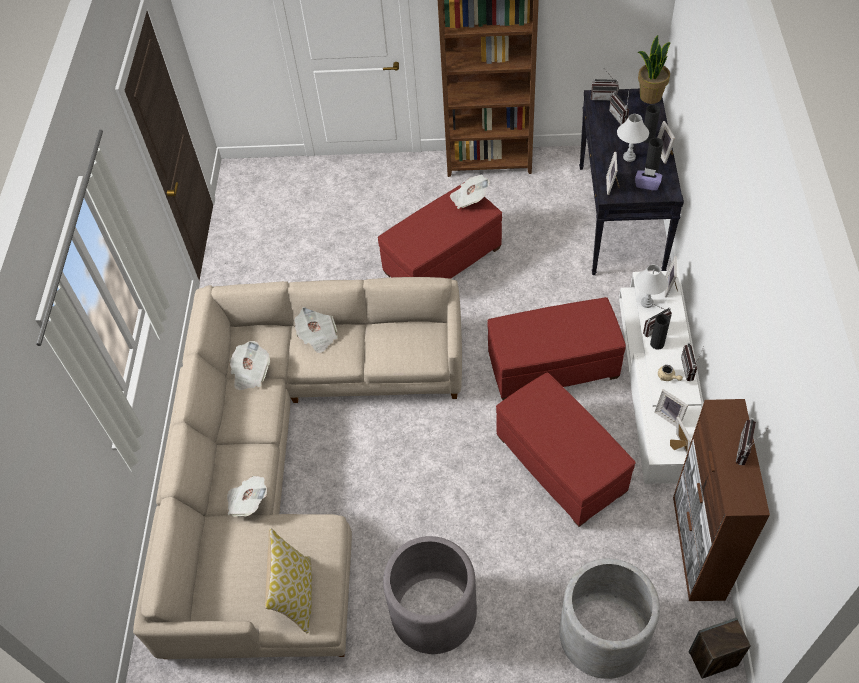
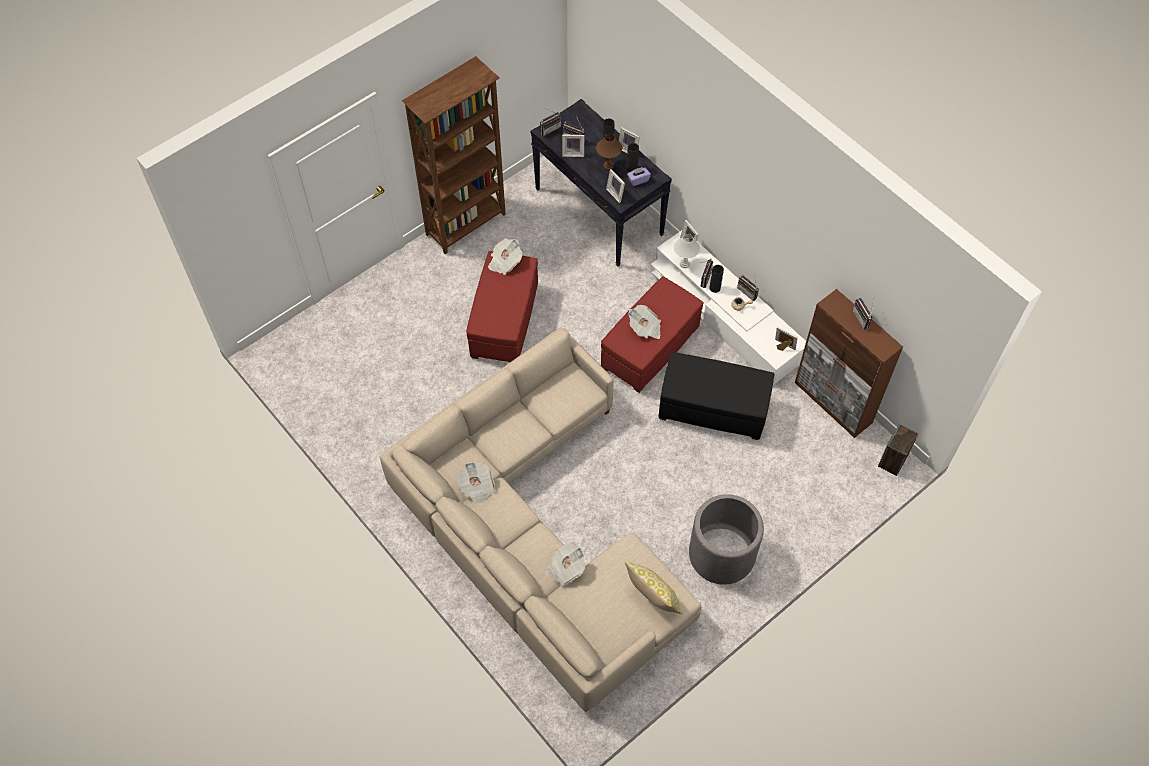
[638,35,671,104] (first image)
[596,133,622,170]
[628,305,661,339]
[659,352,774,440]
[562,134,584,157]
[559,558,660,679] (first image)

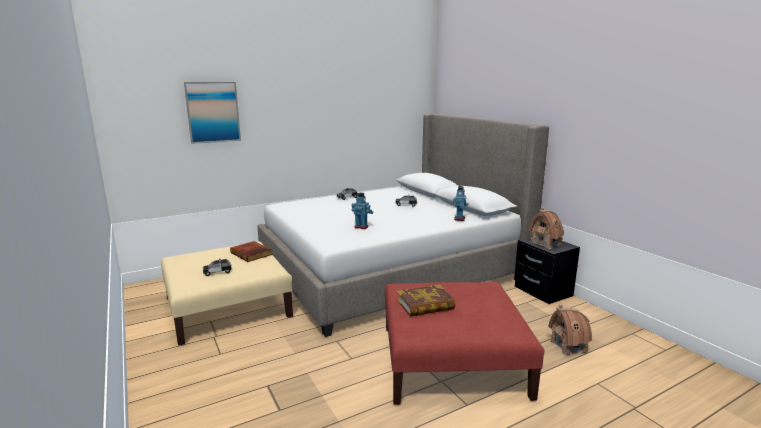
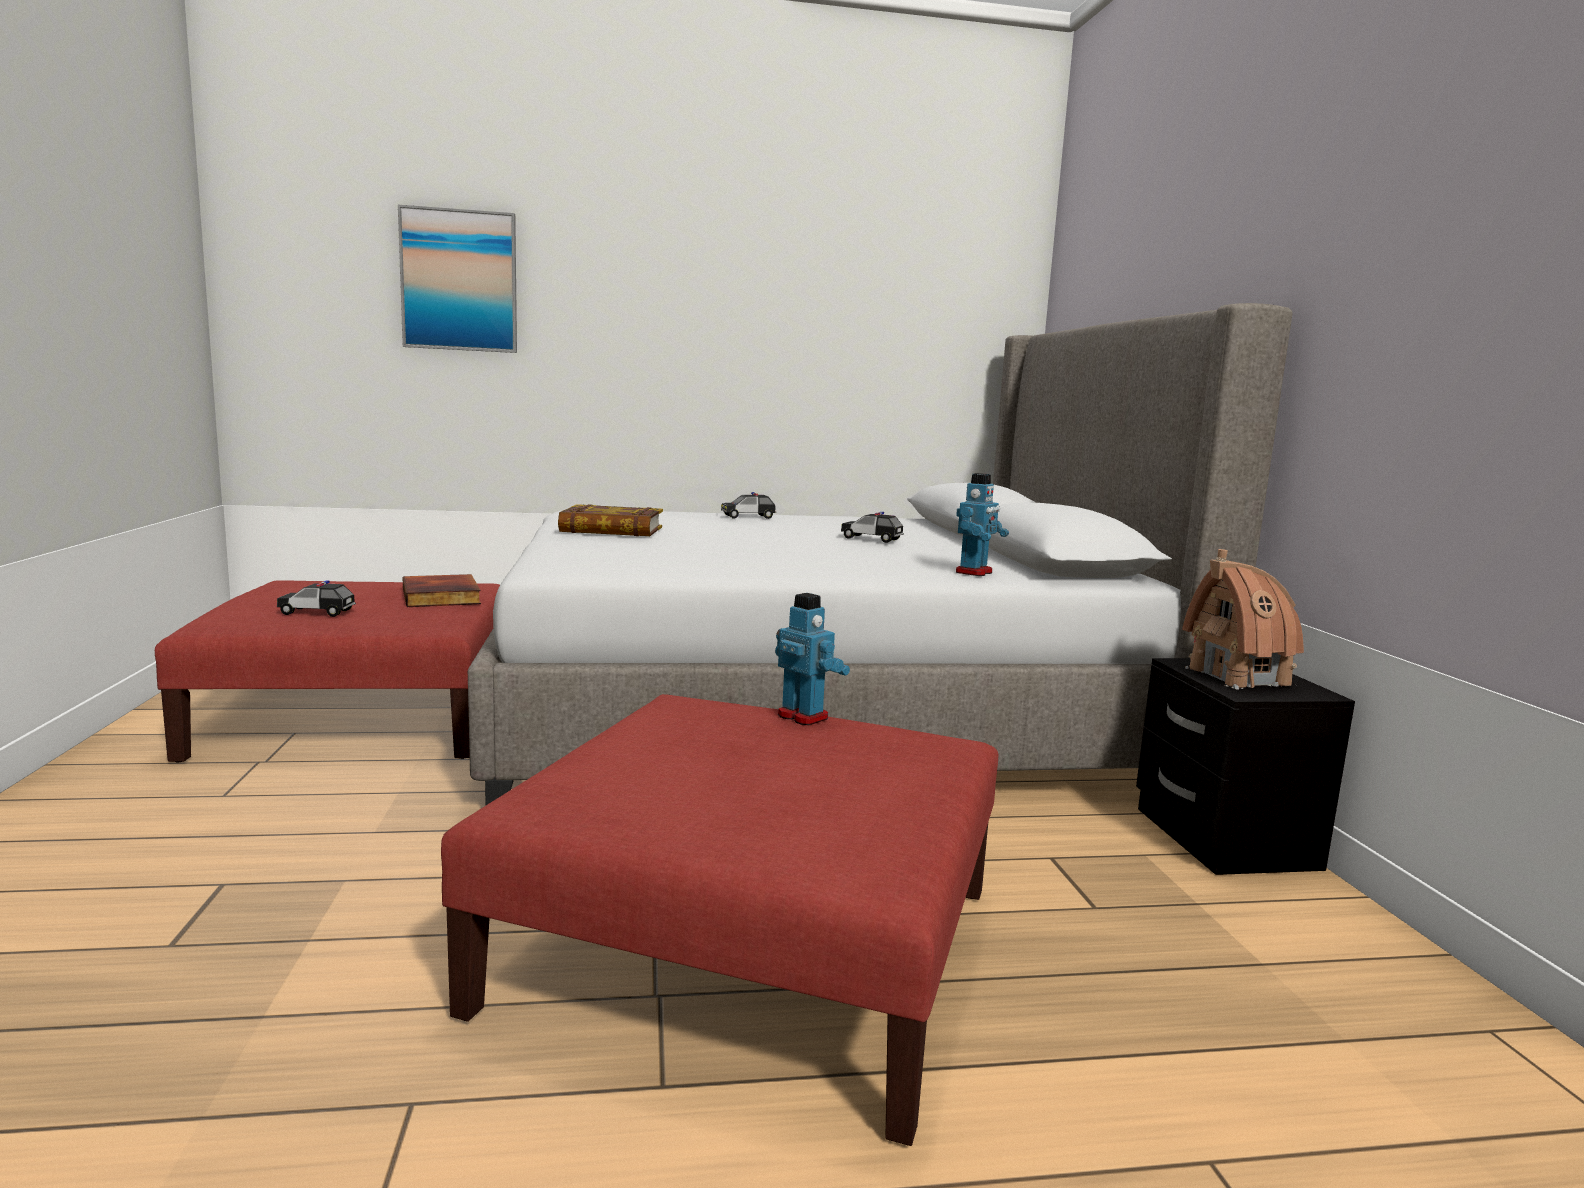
[775,593,850,725]
[155,580,500,762]
[558,504,663,536]
[548,304,592,356] (first image)

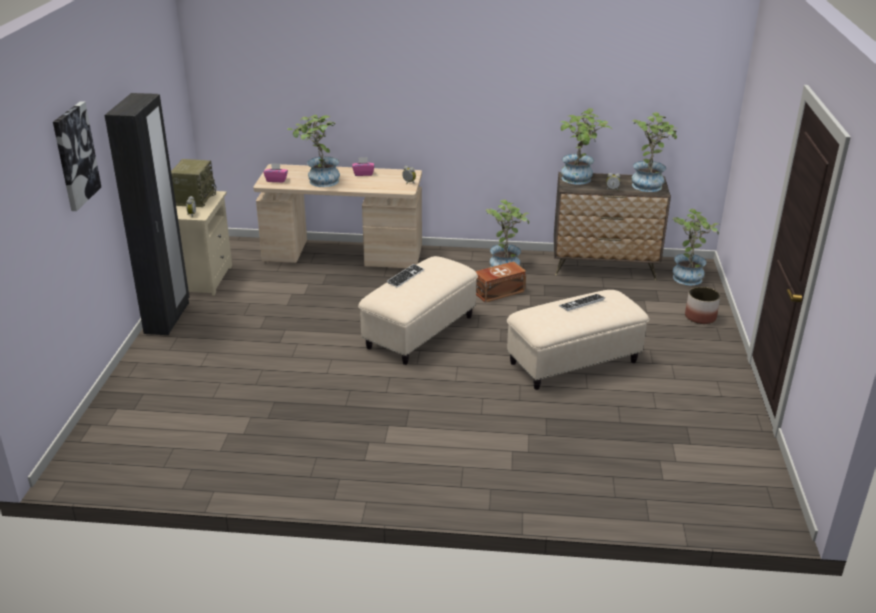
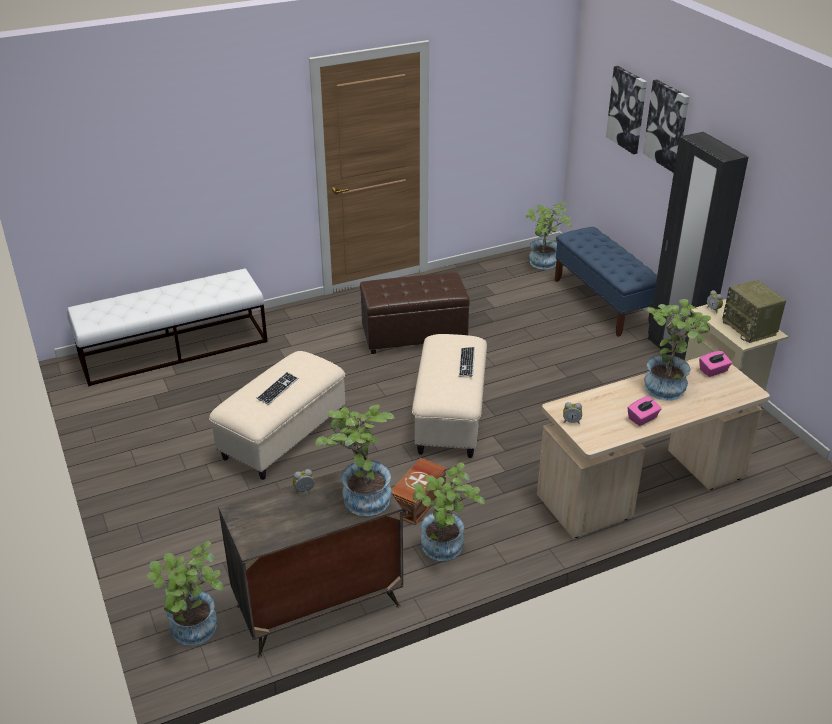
[526,202,572,269]
[685,287,720,324] (first image)
[606,66,647,154]
[555,227,657,337]
[67,269,268,387]
[360,272,470,354]

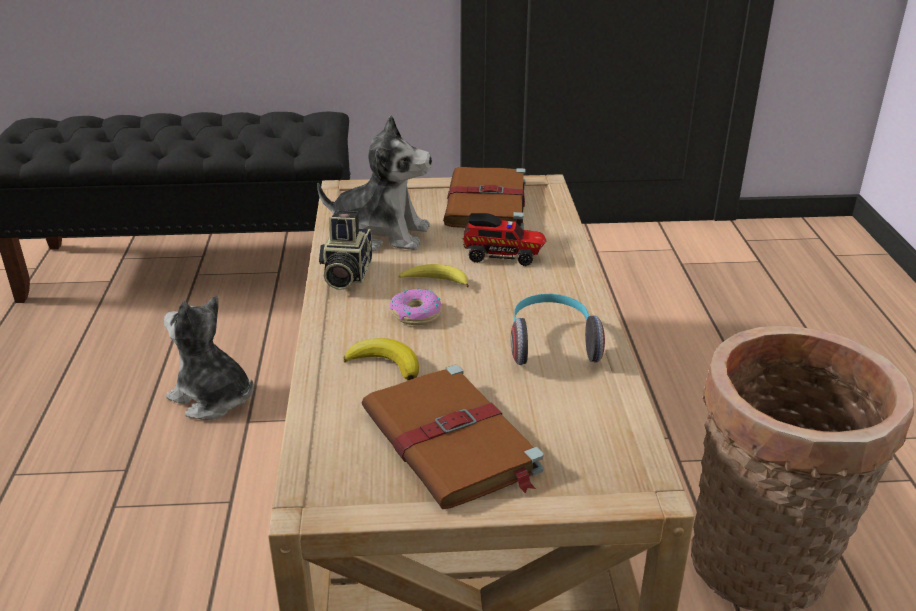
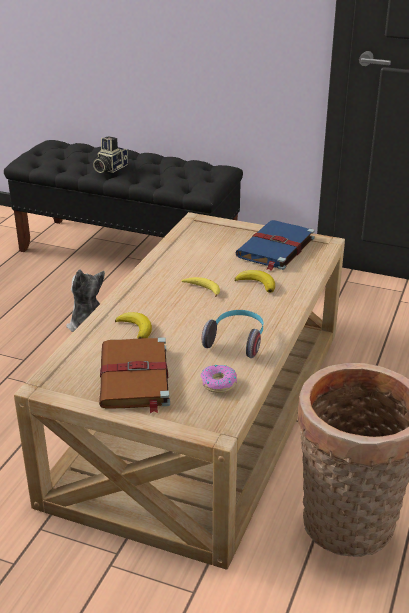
[317,115,432,252] (first image)
[236,220,315,271]
[93,136,128,173]
[235,270,275,293]
[200,365,237,393]

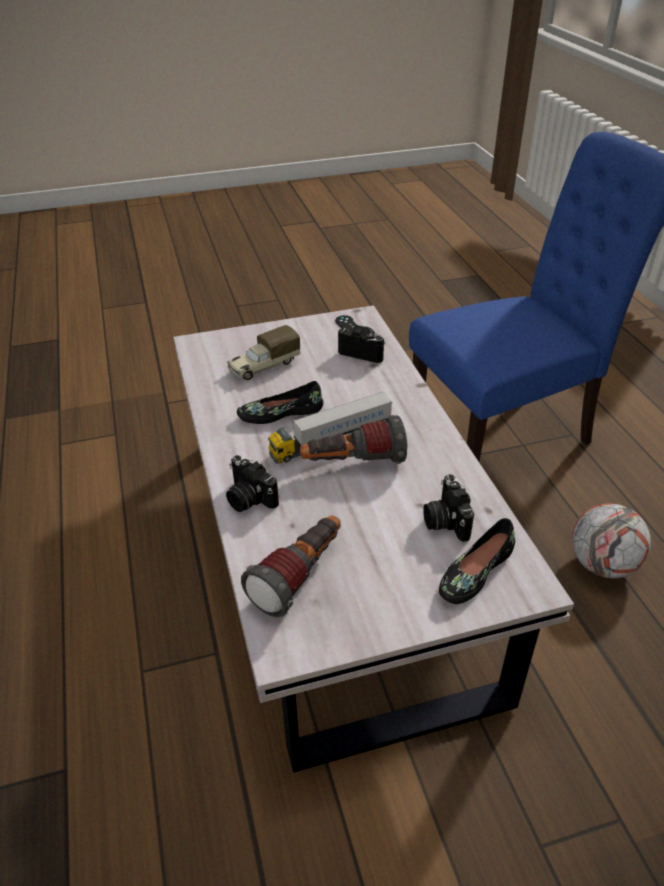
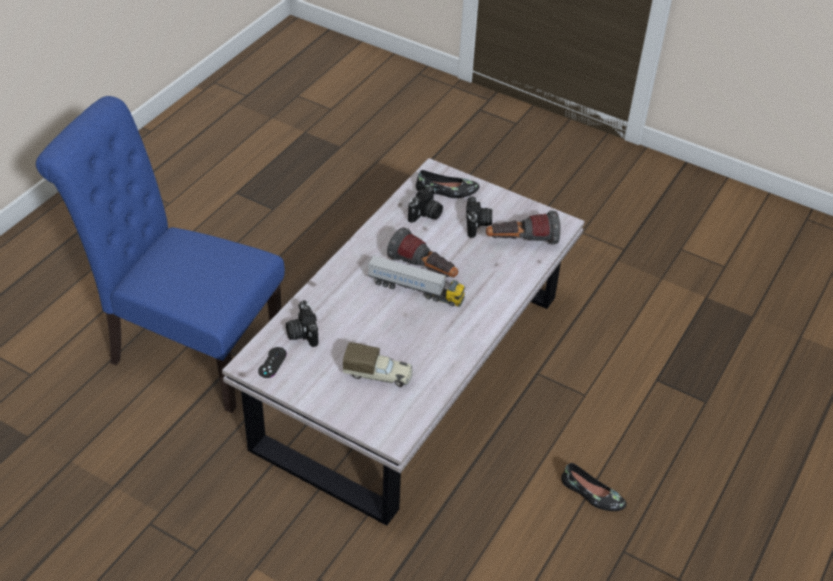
[561,463,627,511]
[466,196,492,238]
[572,504,651,578] (first image)

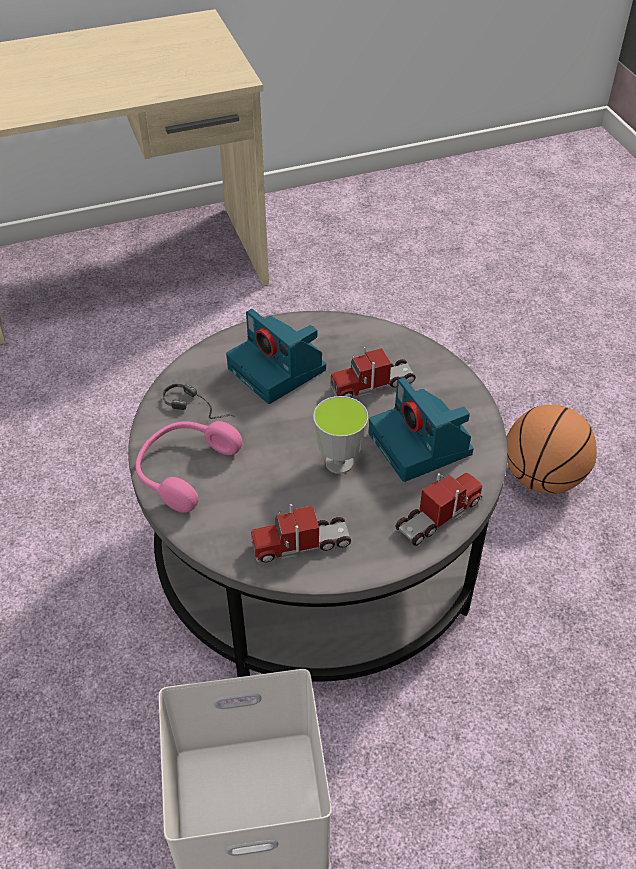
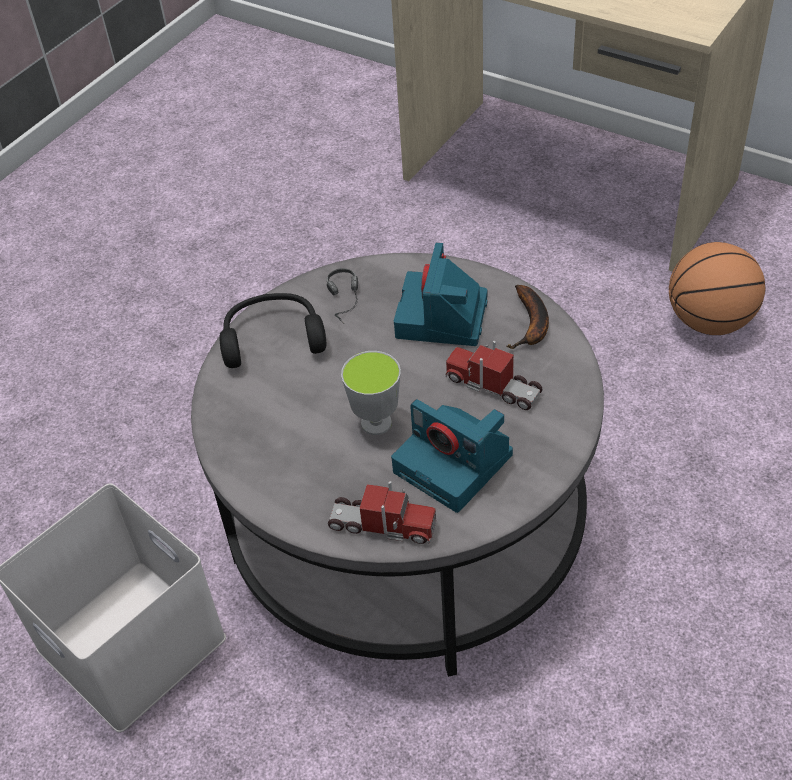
[391,399,513,513]
[669,242,766,335]
[219,293,326,368]
[251,504,351,563] (first image)
[506,285,549,349]

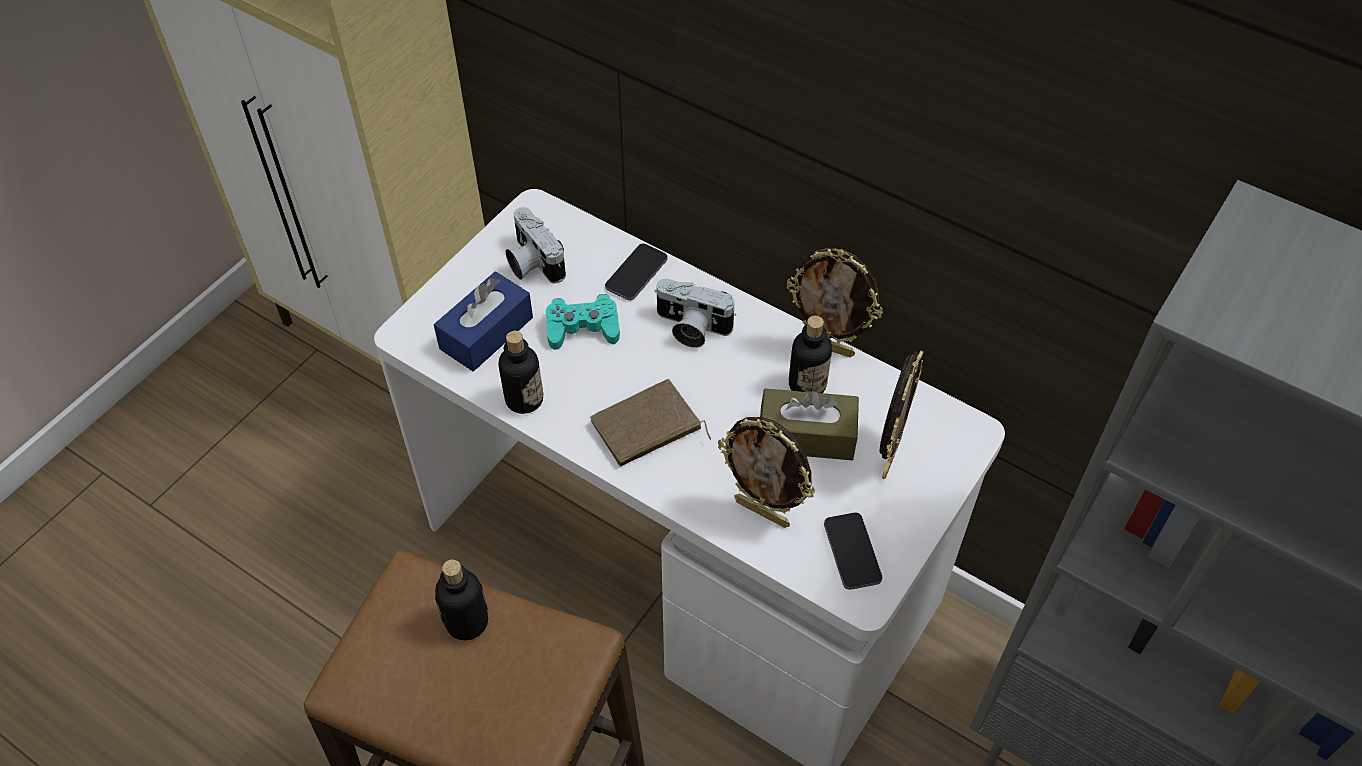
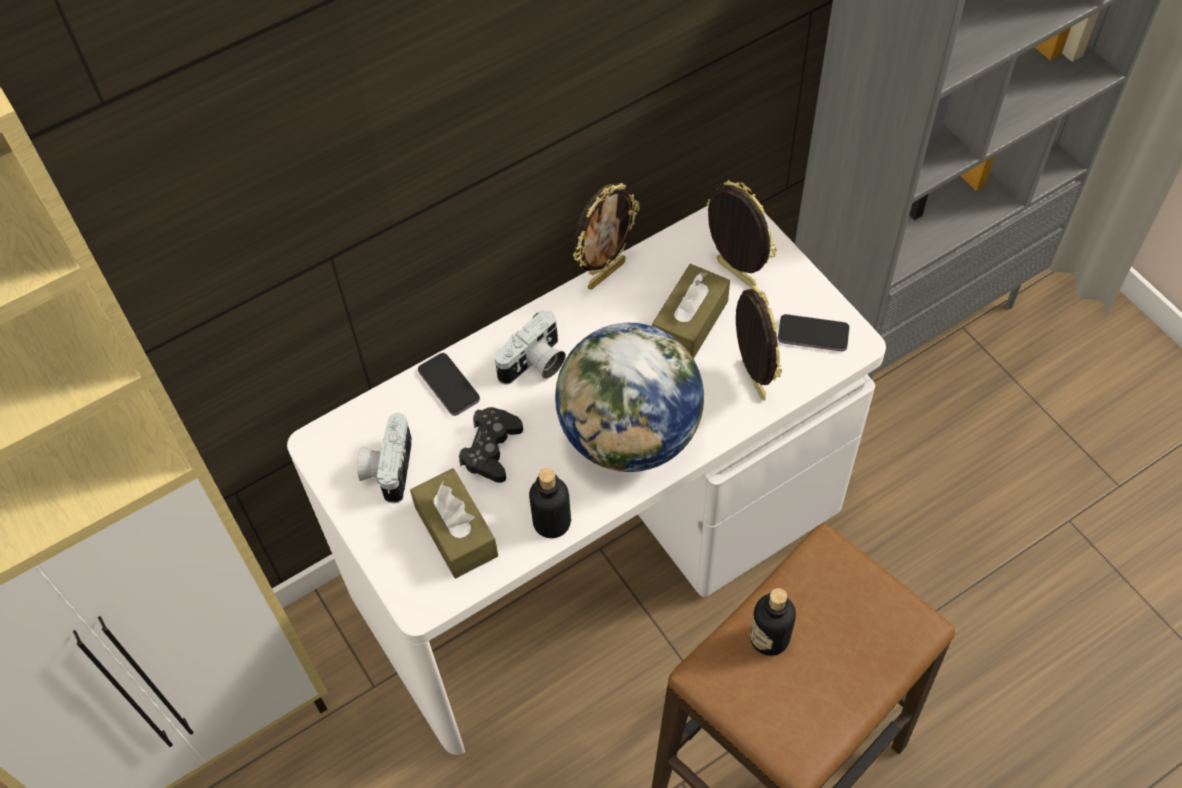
[357,413,412,504]
[410,468,498,578]
[459,407,523,483]
[789,315,832,393] (first image)
[555,323,704,472]
[736,285,782,400]

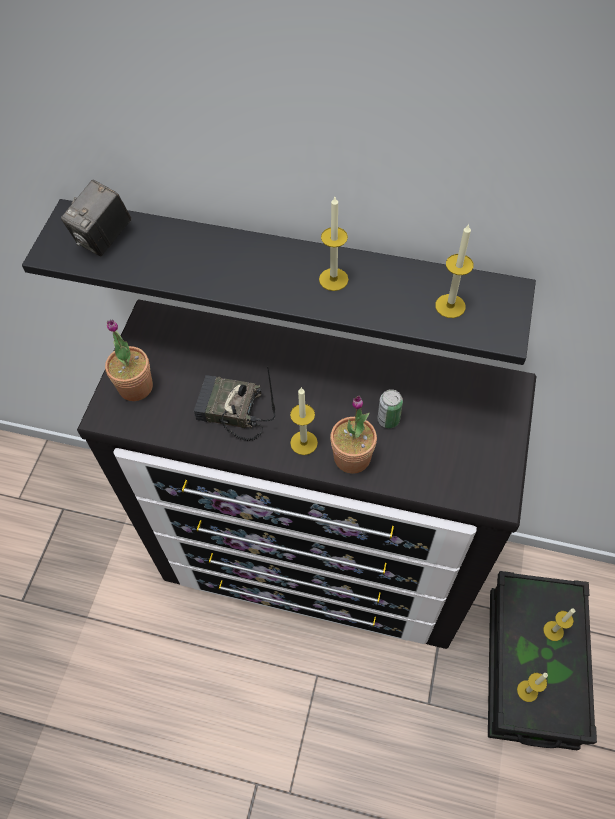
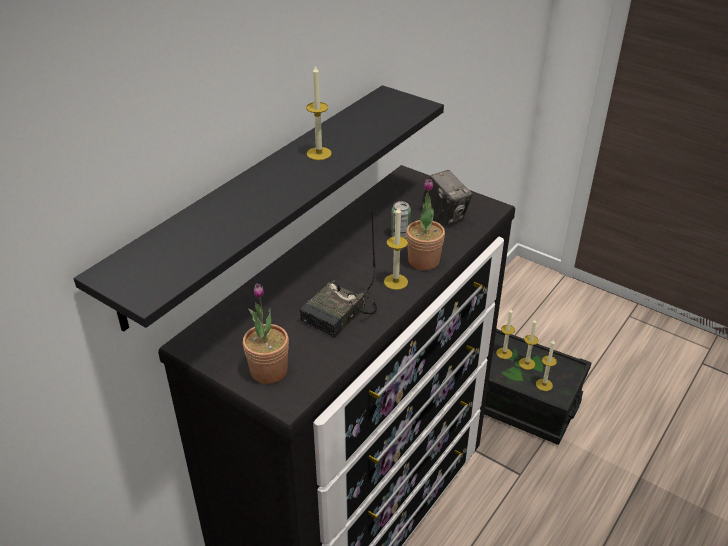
[422,170,473,226]
[519,319,539,370]

